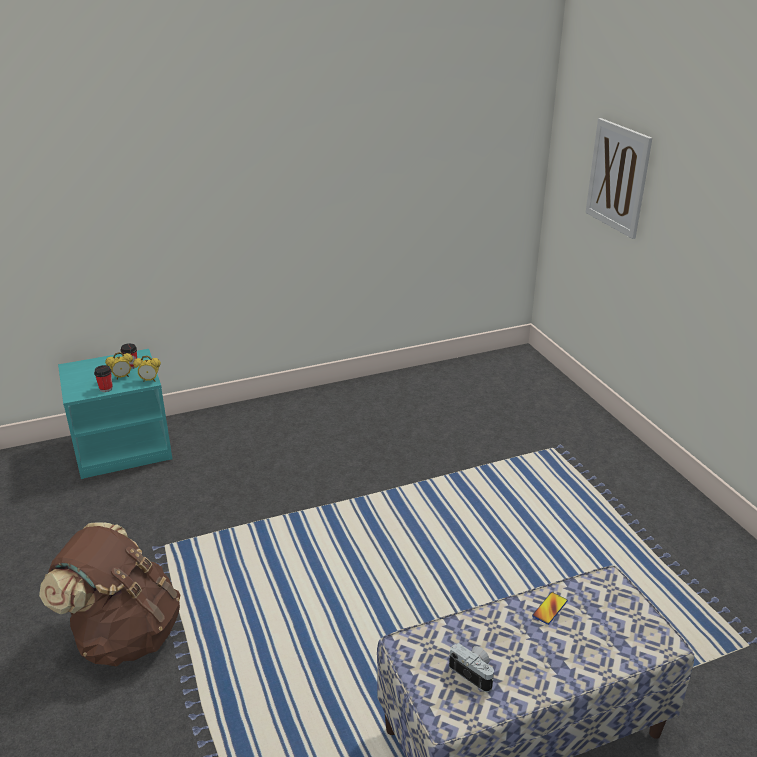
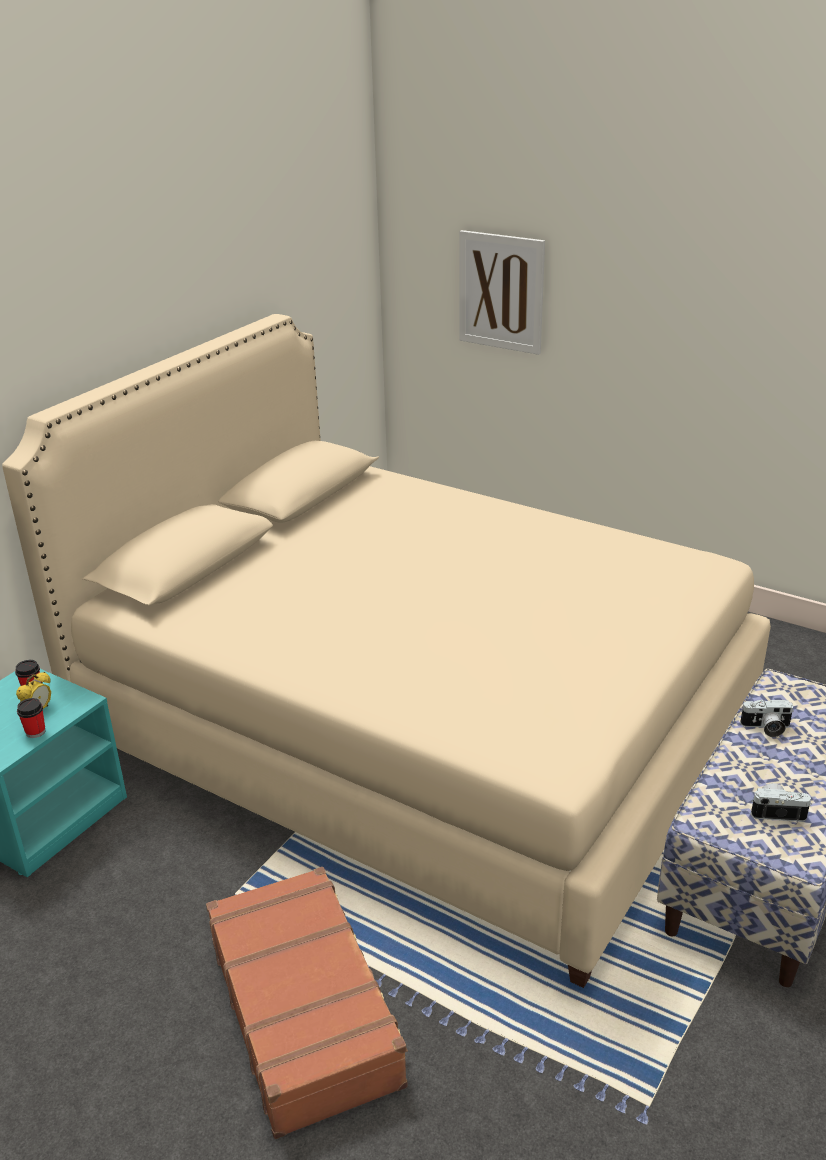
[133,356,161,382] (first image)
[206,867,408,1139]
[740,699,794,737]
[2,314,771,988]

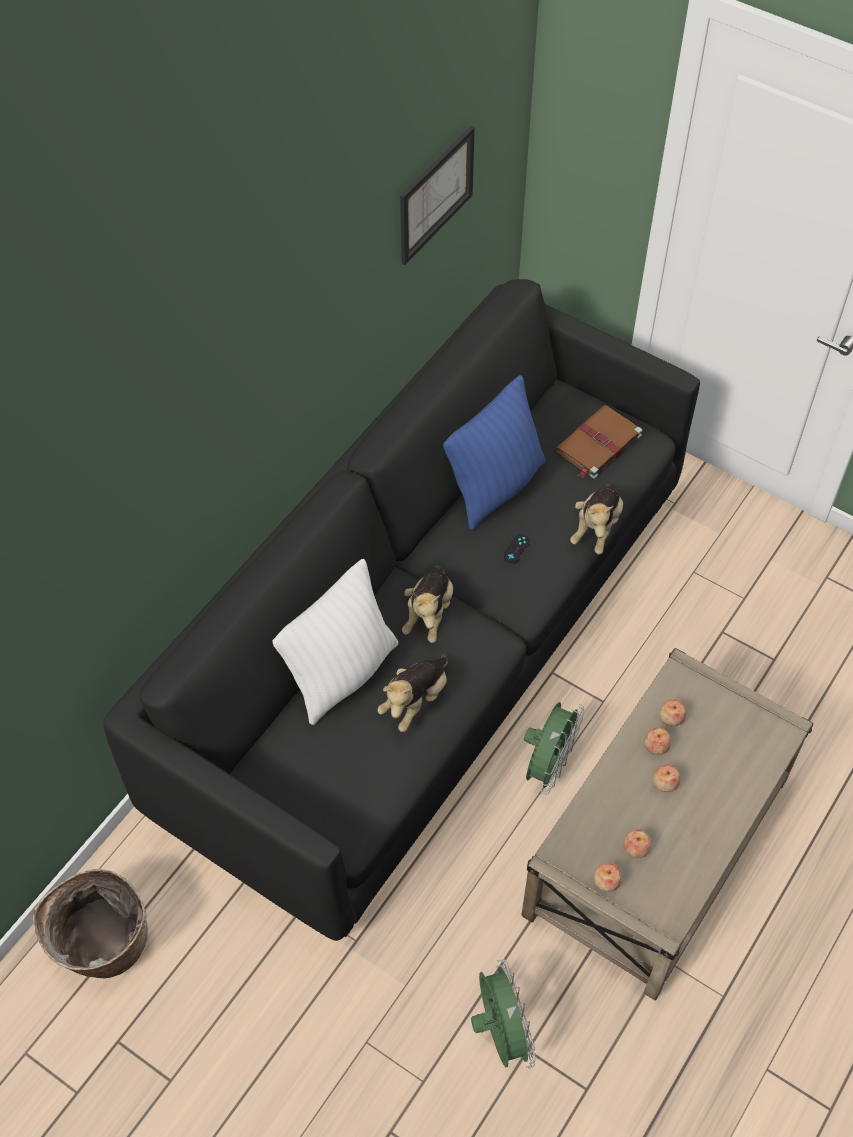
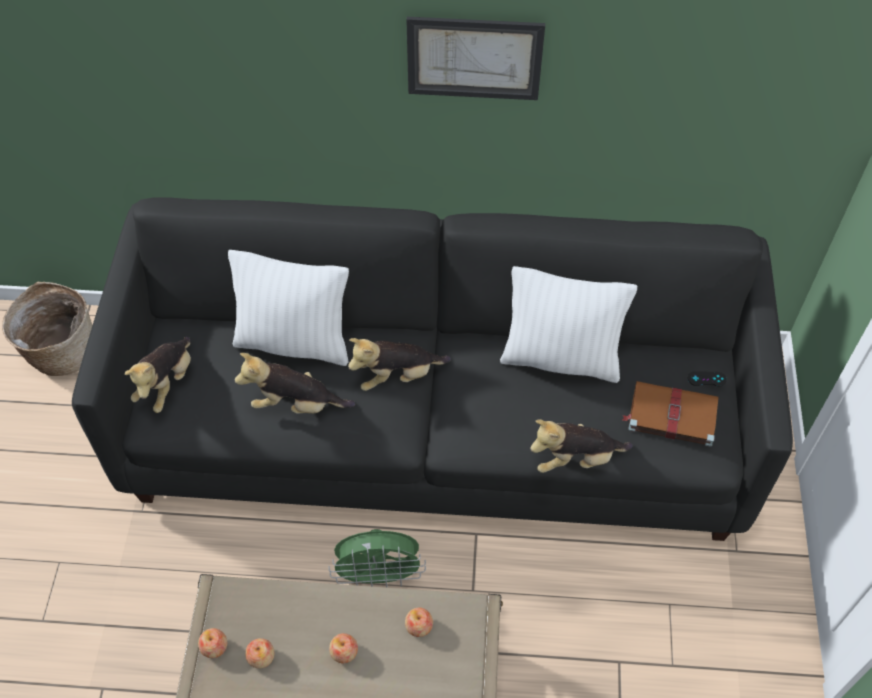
[406,17,545,100]
[500,266,637,383]
[688,371,727,387]
[644,727,671,755] (first image)
[471,959,536,1069] (first image)
[125,336,191,413]

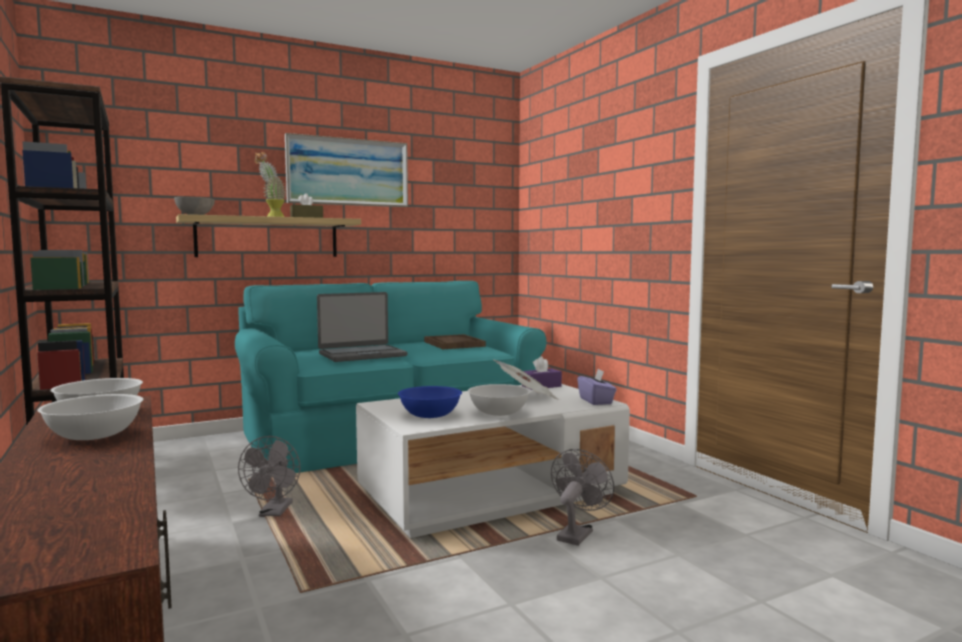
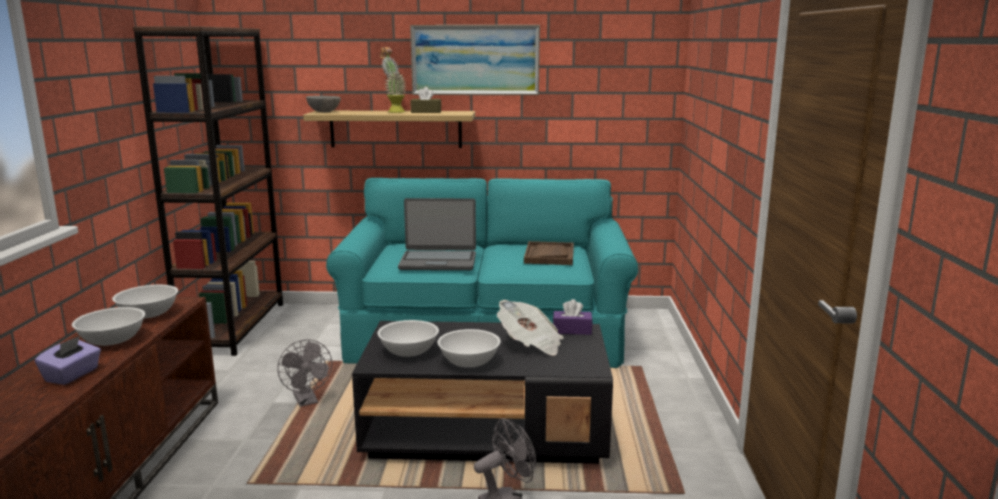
[35,336,101,385]
[352,321,613,464]
[377,320,439,357]
[277,339,332,407]

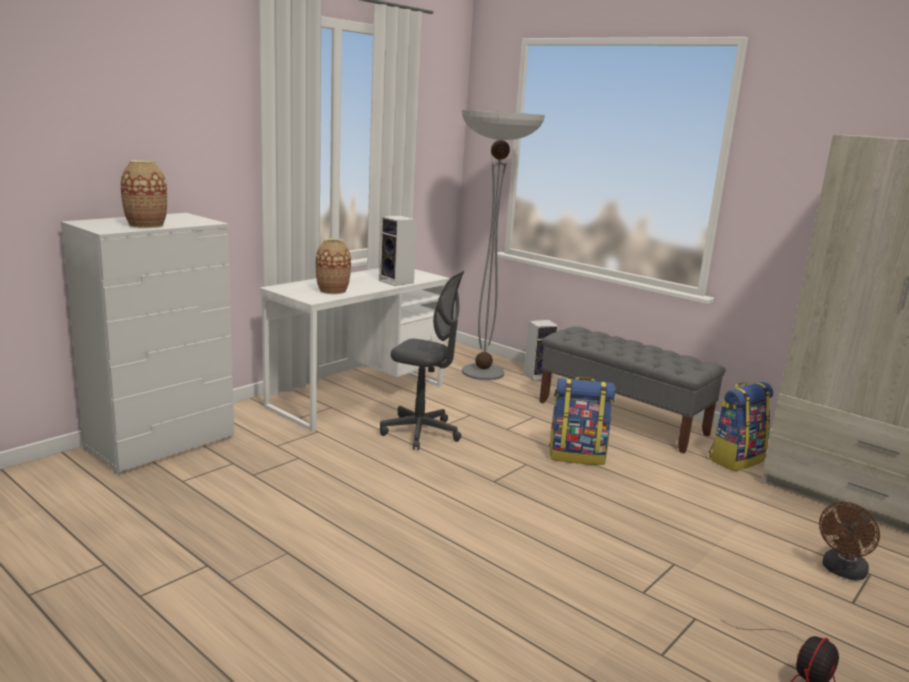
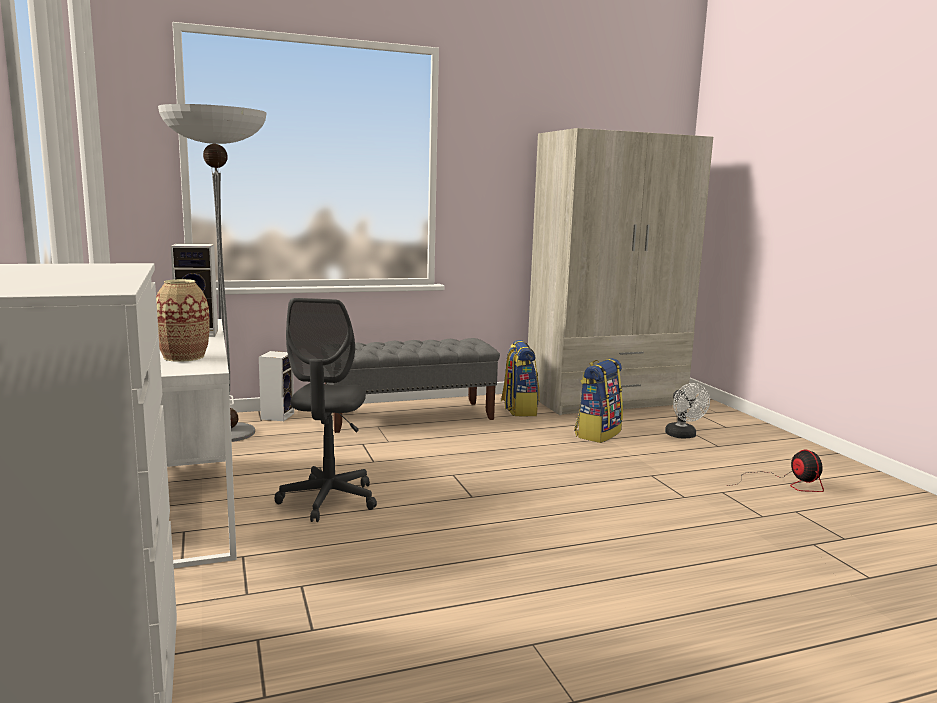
[121,160,167,228] (first image)
[275,298,377,522]
[574,358,623,443]
[665,383,710,438]

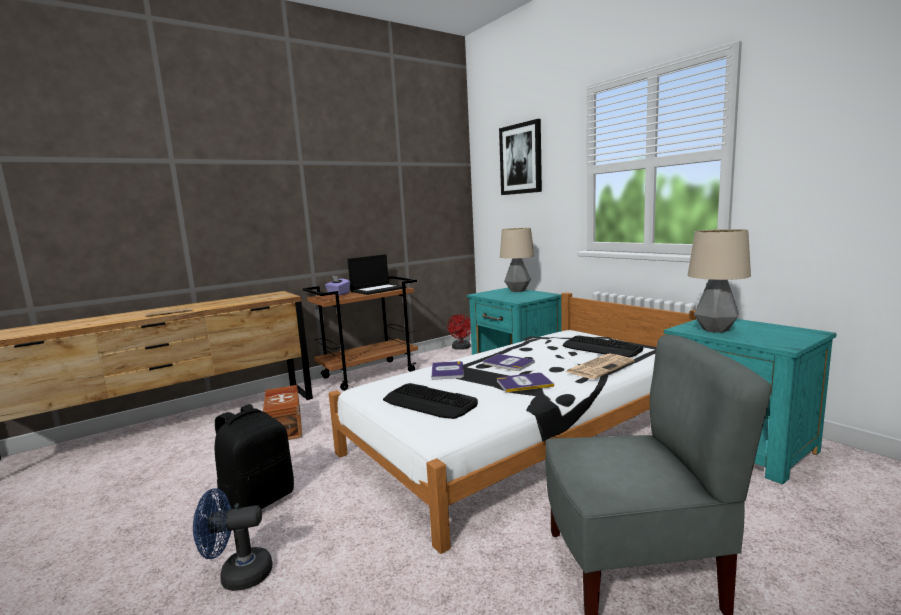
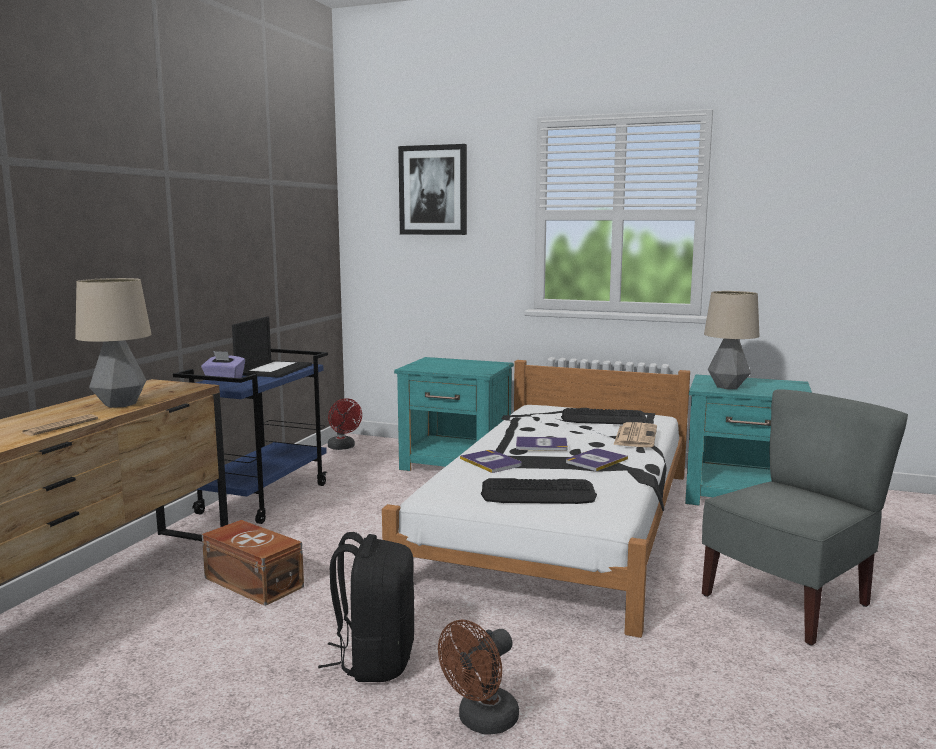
[75,278,152,408]
[173,349,328,524]
[438,619,519,734]

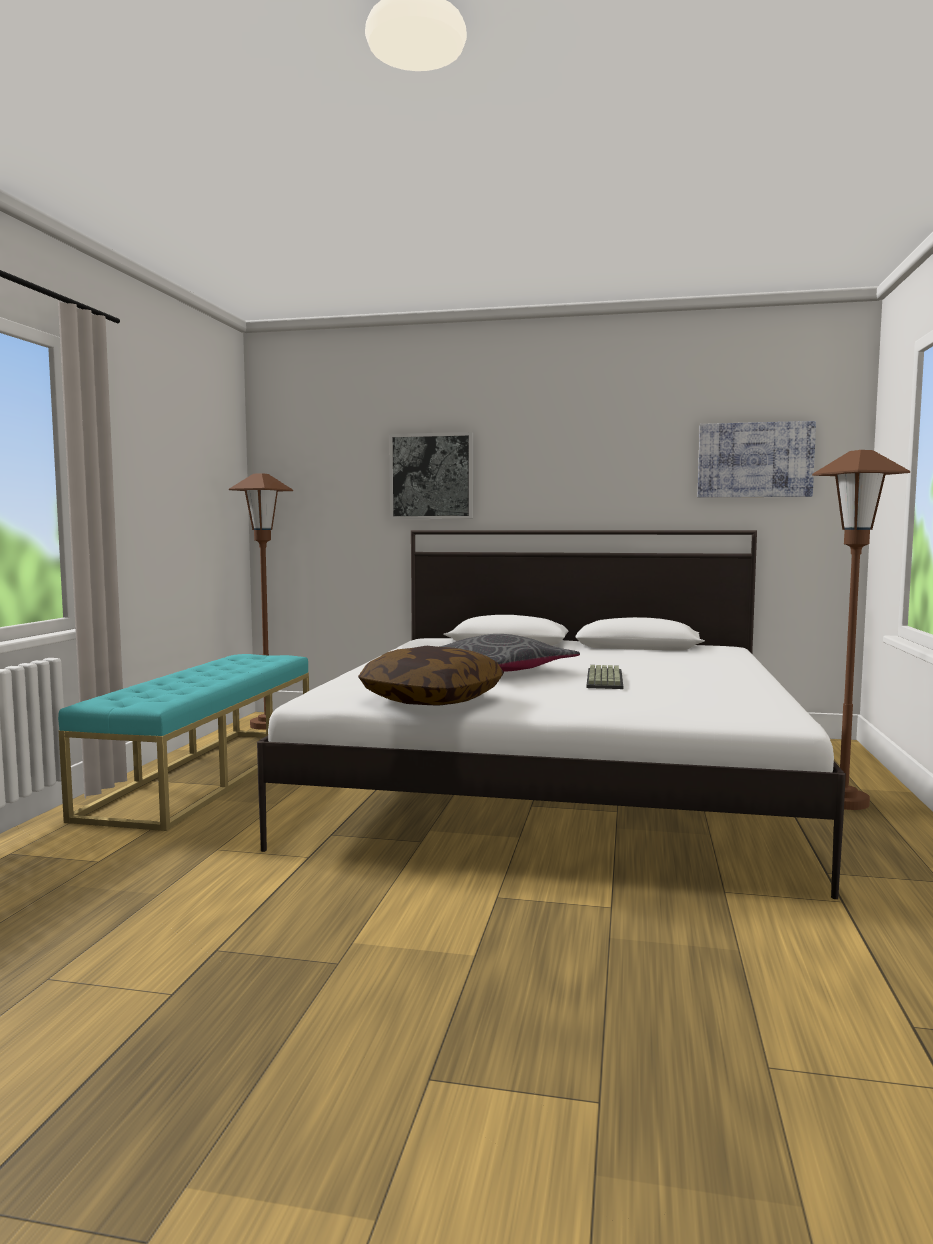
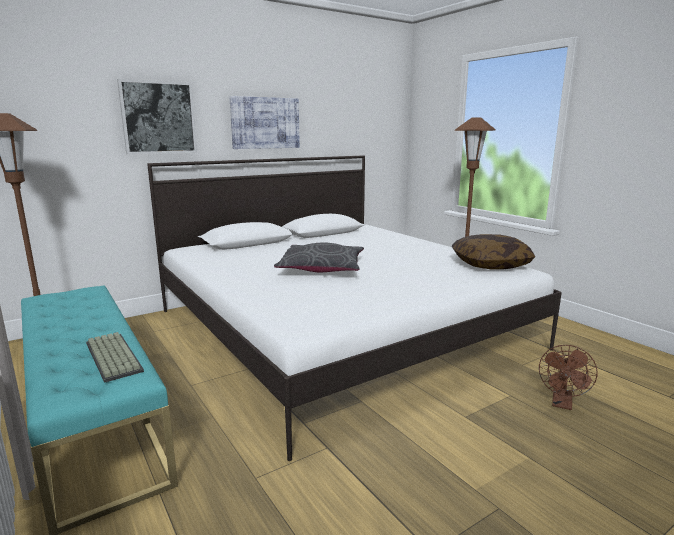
[229,96,300,149]
[452,234,535,270]
[86,332,144,383]
[539,345,597,410]

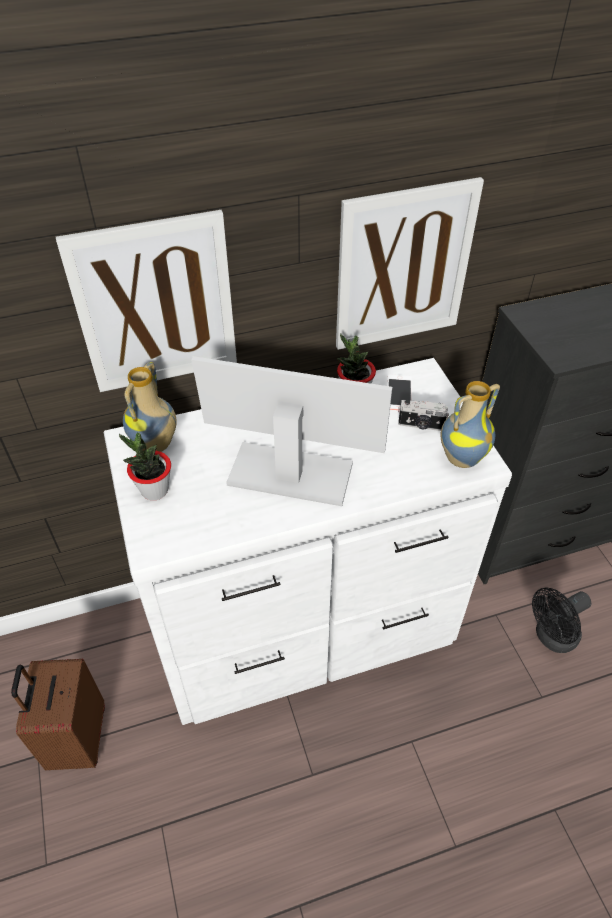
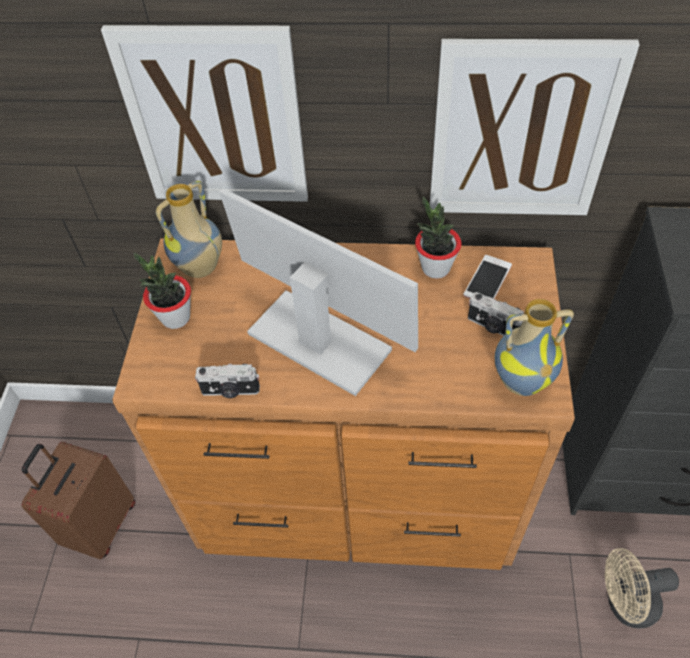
[112,239,575,570]
[605,548,679,628]
[195,364,260,398]

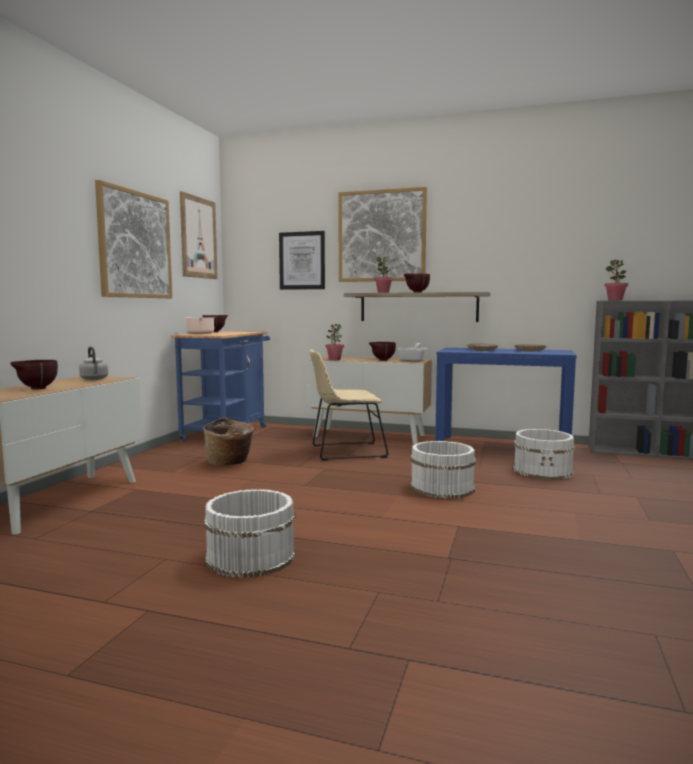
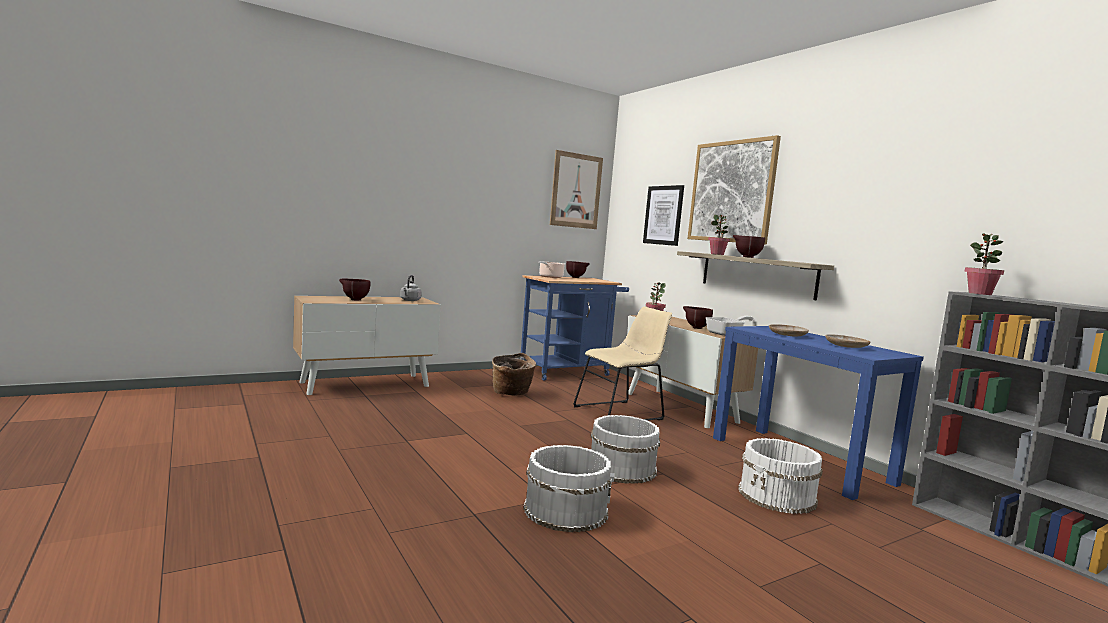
[95,180,172,298] (first image)
[573,307,672,420]
[523,445,614,532]

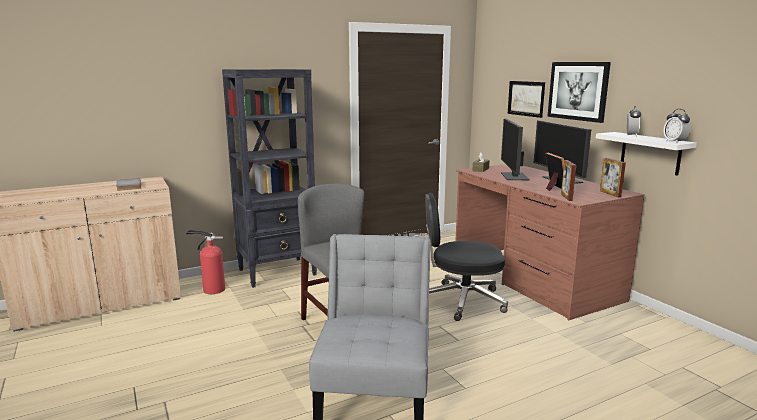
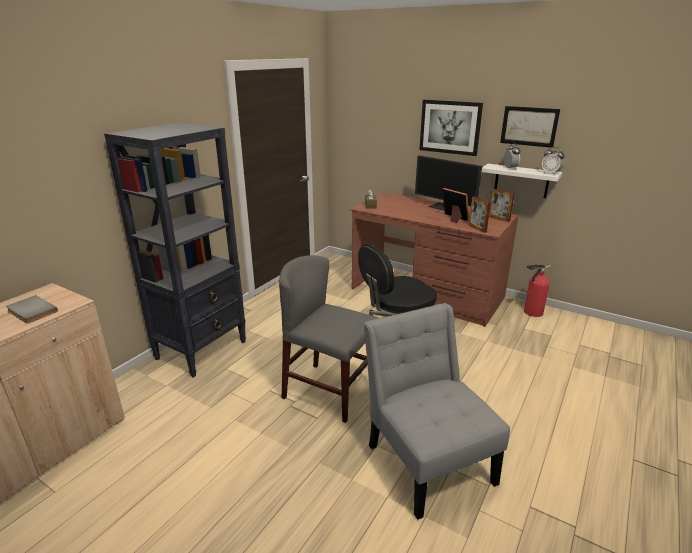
[500,106,560,148]
[501,118,530,180] (first image)
[524,264,551,317]

